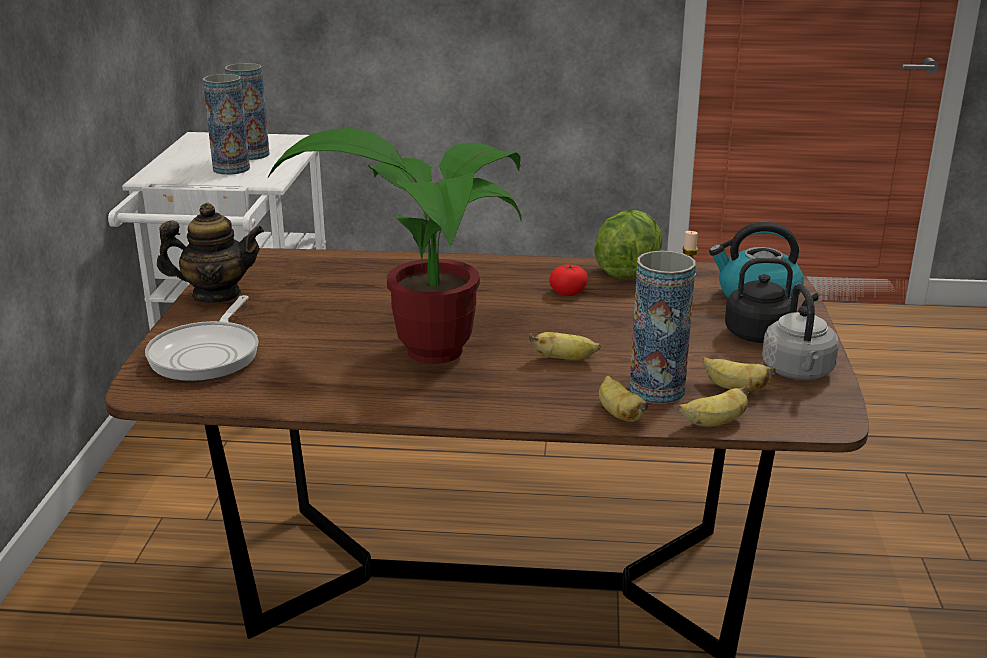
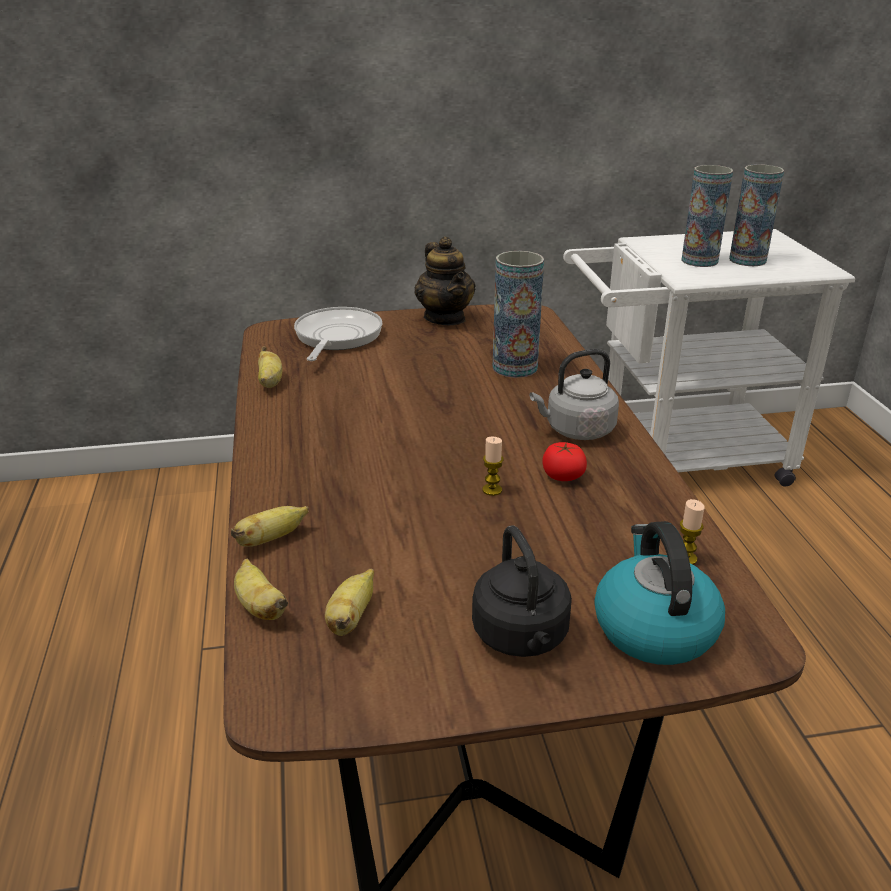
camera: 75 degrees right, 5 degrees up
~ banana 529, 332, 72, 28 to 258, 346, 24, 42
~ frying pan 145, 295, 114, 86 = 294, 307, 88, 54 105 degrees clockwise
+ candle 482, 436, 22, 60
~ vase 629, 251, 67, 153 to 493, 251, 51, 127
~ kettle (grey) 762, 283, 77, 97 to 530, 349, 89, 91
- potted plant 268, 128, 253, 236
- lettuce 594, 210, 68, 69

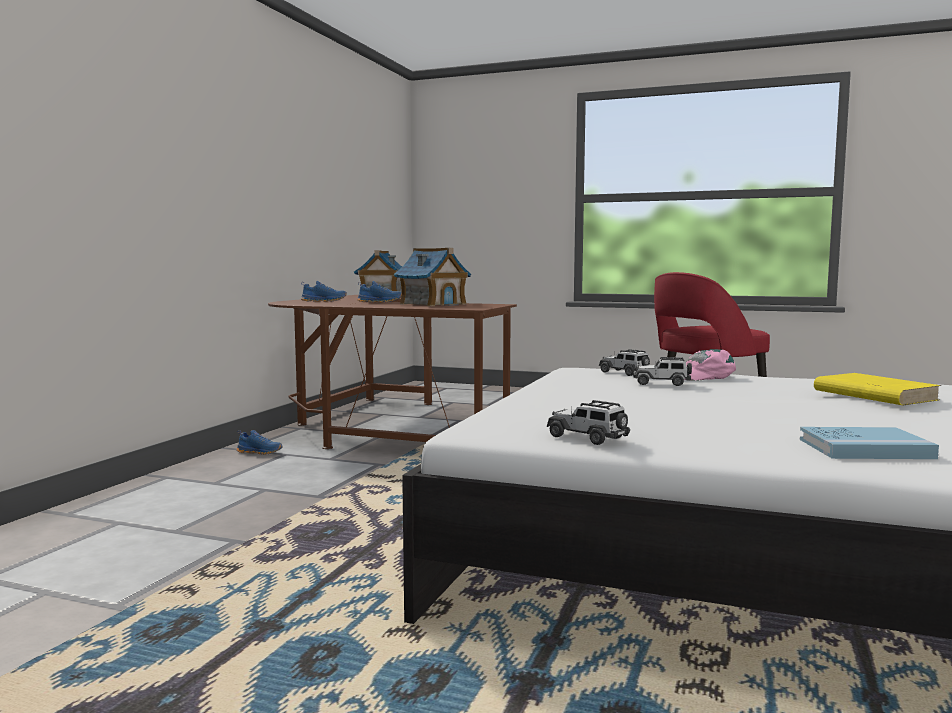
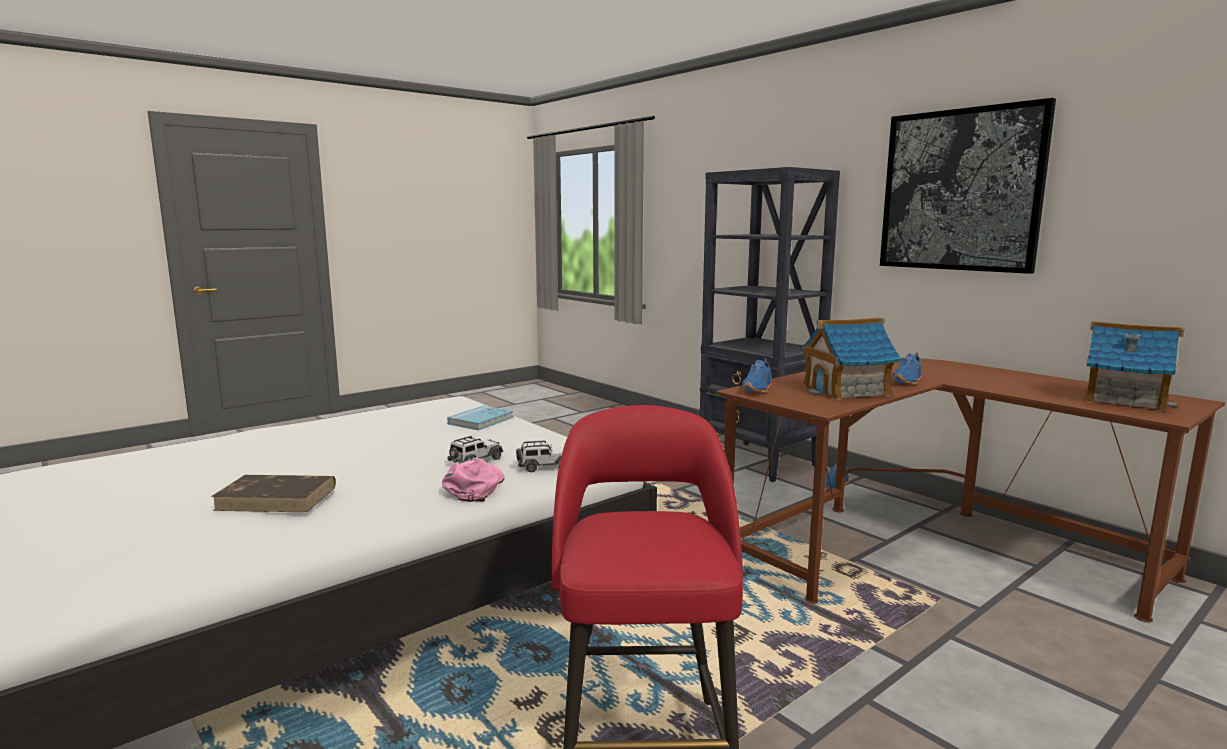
camera: 120 degrees right, 5 degrees up
~ book (yellow) 814, 373, 127, 32 to book (brown) 211, 475, 125, 37
~ book (blue) 800, 427, 139, 32 to 447, 405, 67, 25
+ bookcase (black) 700, 167, 140, 315
~ shoe (blue) 301, 281, 46, 21 to 741, 358, 31, 35
+ picture 880, 98, 176, 176
- toy car 547, 400, 83, 45

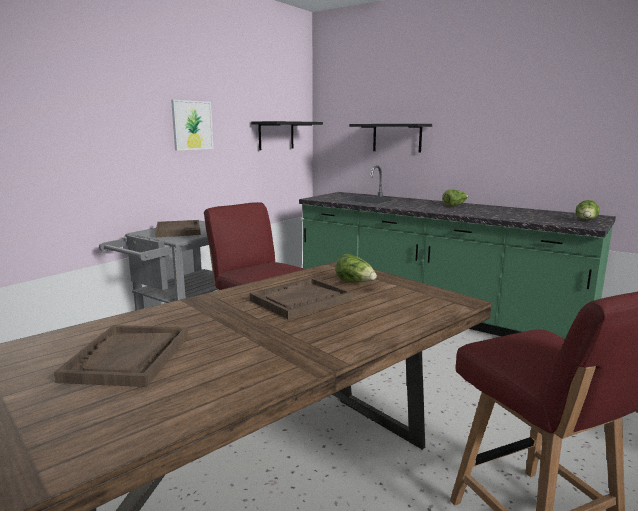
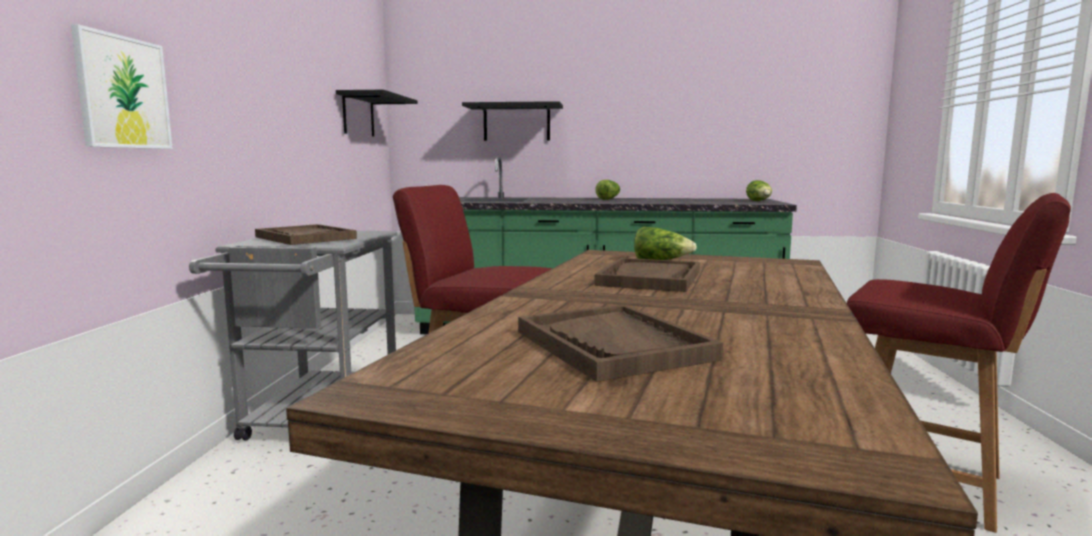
camera: 30 degrees left, 5 degrees down
~ picture 171, 100, 42, 51 to 71, 24, 102, 125

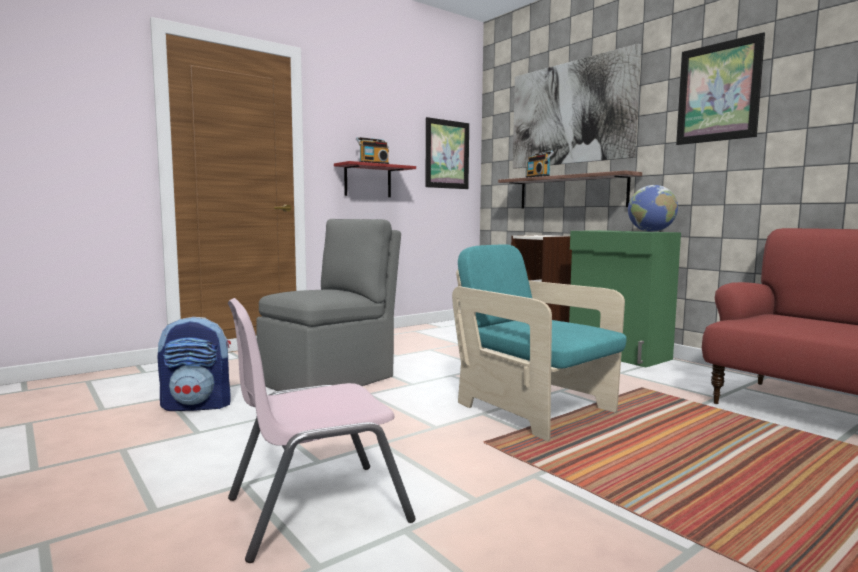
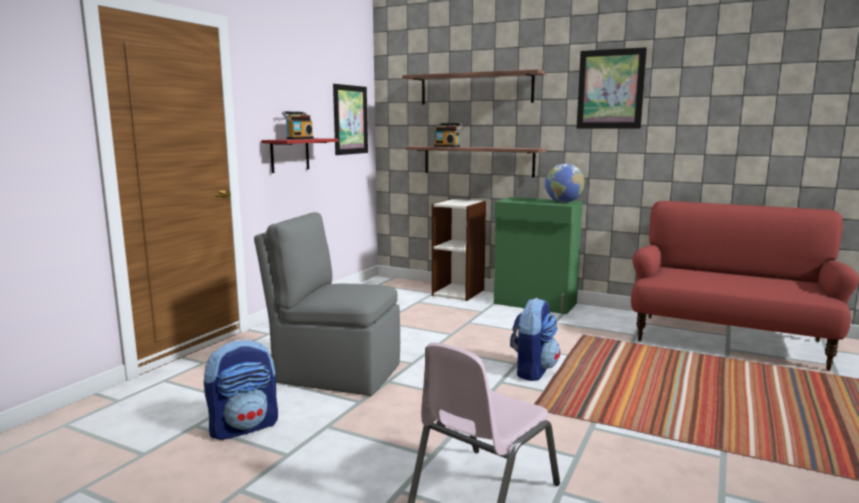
camera: 25 degrees left, 5 degrees up
~ chair (grey) 256, 219, 145, 172 = 254, 212, 146, 184 90 degrees counterclockwise
~ picture 513, 43, 128, 126 to shelf 402, 69, 144, 36
~ armchair (turquoise) 452, 244, 175, 197 to backpack 510, 297, 50, 84

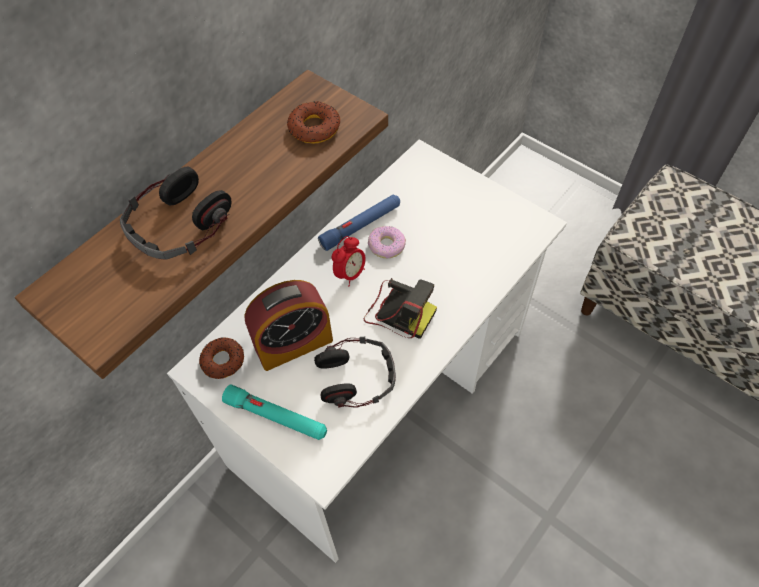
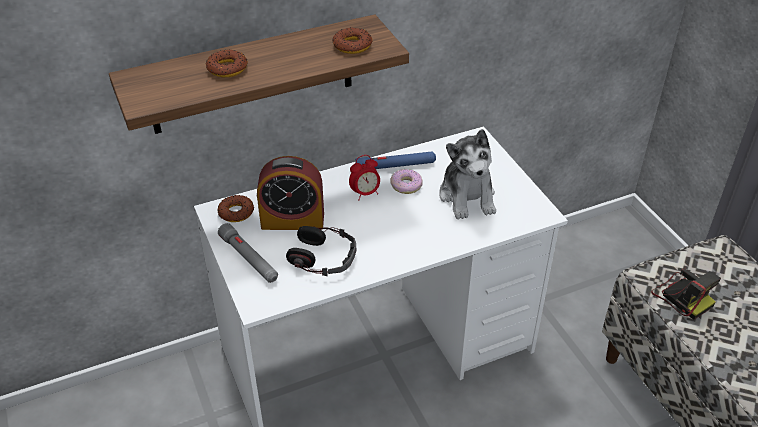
camera: 25 degrees right, 15 degrees down
~ headphones 120, 166, 112, 94 to donut 206, 49, 42, 28
~ flashlight (turquoise) 222, 385, 105, 55 to flashlight (grey) 218, 223, 60, 60
+ plush toy 439, 129, 57, 90
~ photo camera 364, 278, 73, 61 to 651, 267, 70, 53

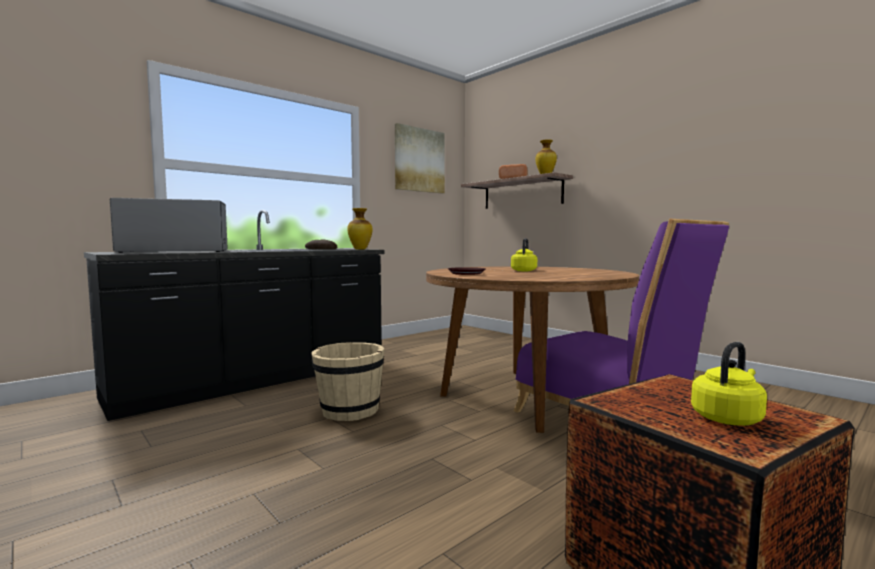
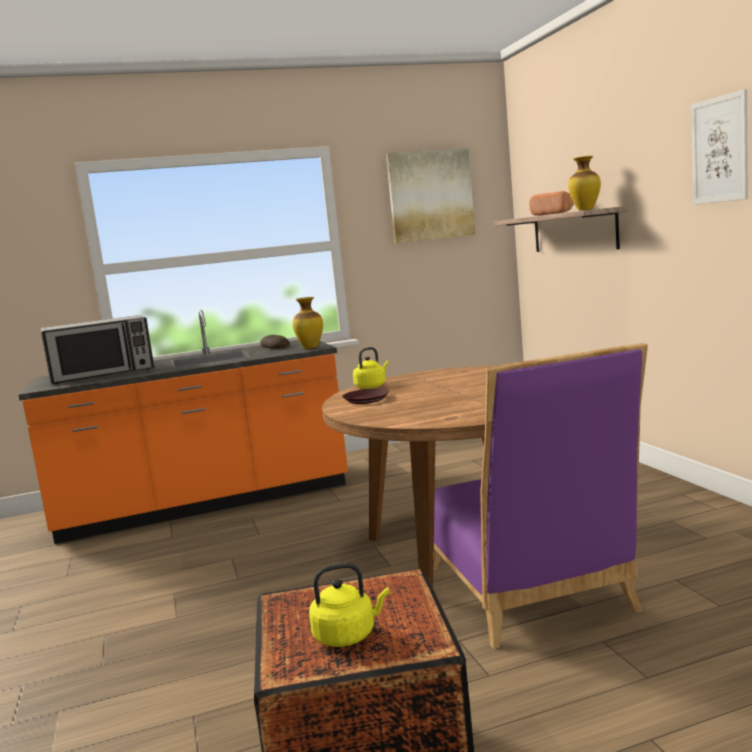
camera: 25 degrees right, 5 degrees up
~ counter (black) 84, 210, 301, 211 to counter (orange) 19, 310, 329, 234
~ microwave 110, 198, 118, 55 = 41, 315, 113, 69 150 degrees clockwise
~ kettle (yellow) 511, 238, 26, 33 to 353, 347, 36, 42
+ picture 691, 89, 57, 116
- bucket (beige) 311, 342, 74, 79

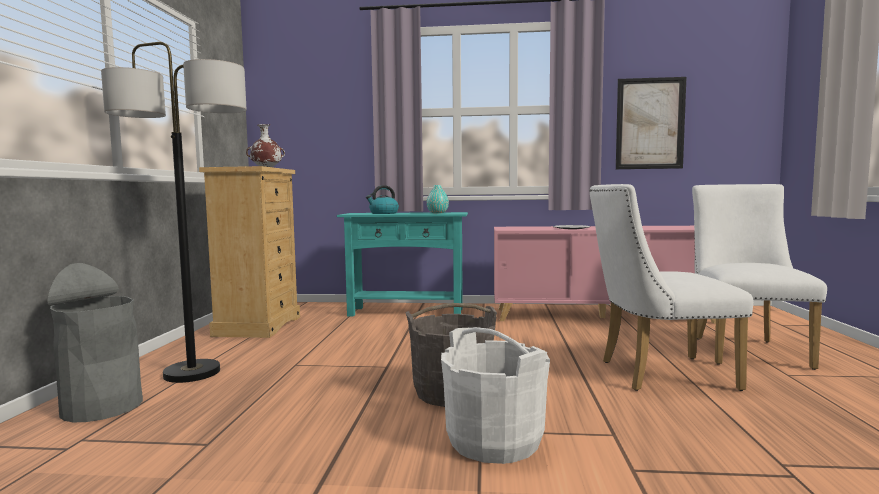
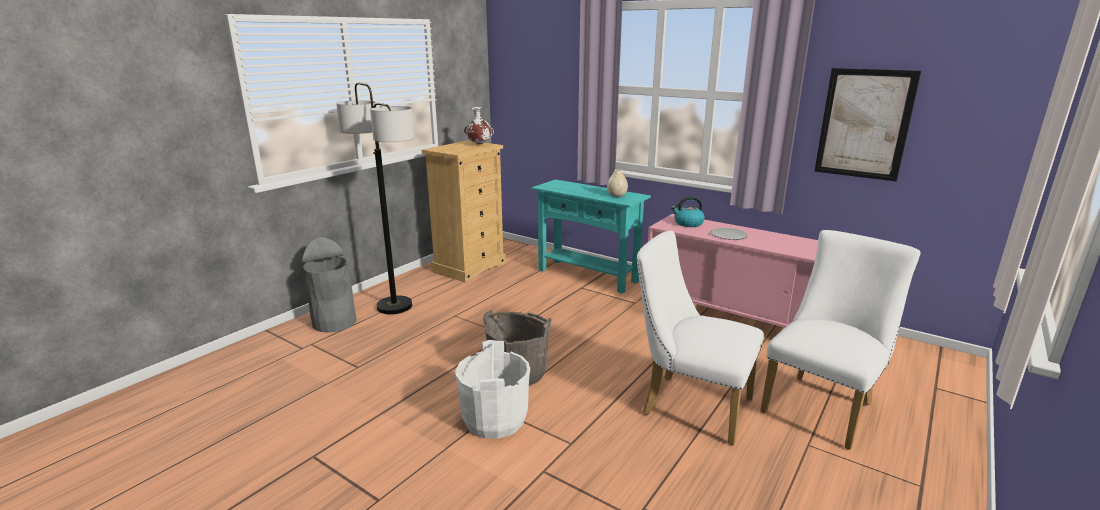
camera: 30 degrees right, 15 degrees up
~ vase (turquoise) 427, 185, 22, 28 to vase (beige) 607, 169, 21, 28
~ kettle 366, 185, 33, 29 to 671, 196, 34, 31

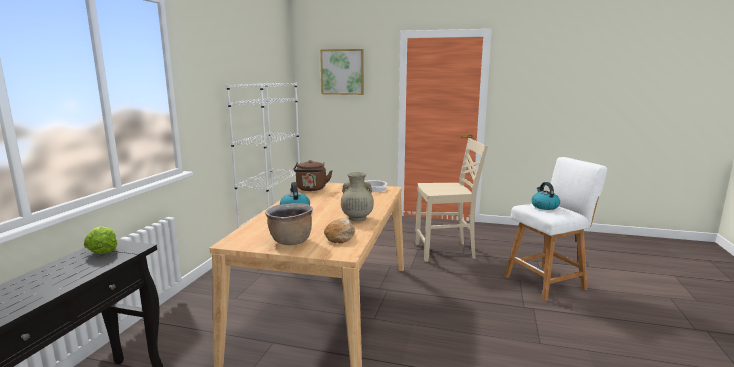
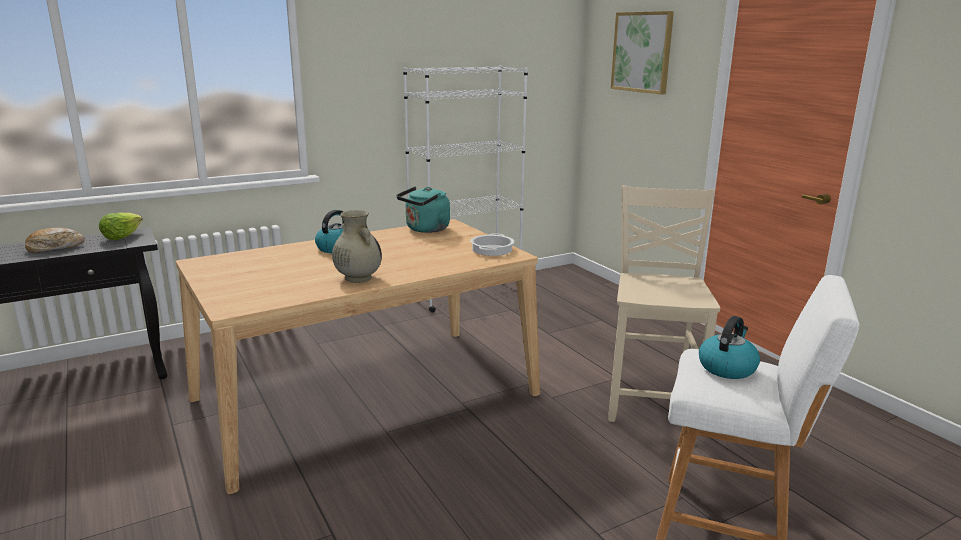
camera: 45 degrees right, 5 degrees up
~ bread 324, 218, 31, 25 to 25, 228, 60, 25
~ kettle (brown) 293, 160, 40, 31 to kettle (turquoise) 396, 186, 54, 47
~ chair (beige) 415, 138, 73, 124 = 608, 185, 112, 237 120 degrees counterclockwise
- cooking pot (brown) 265, 203, 48, 42

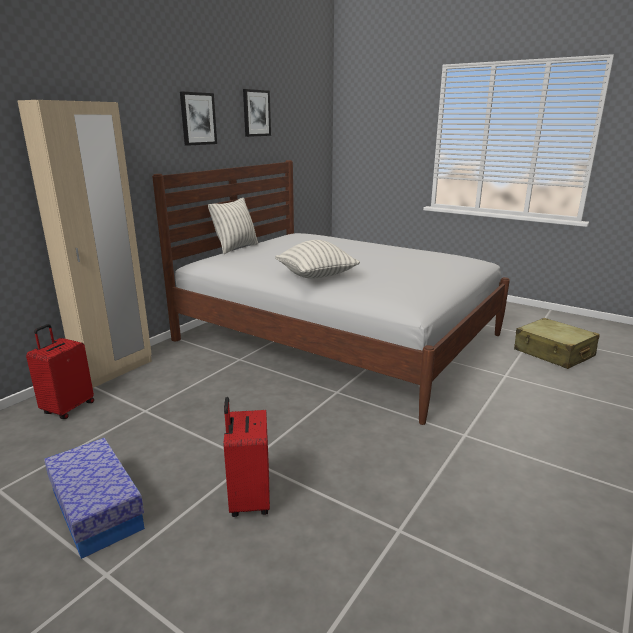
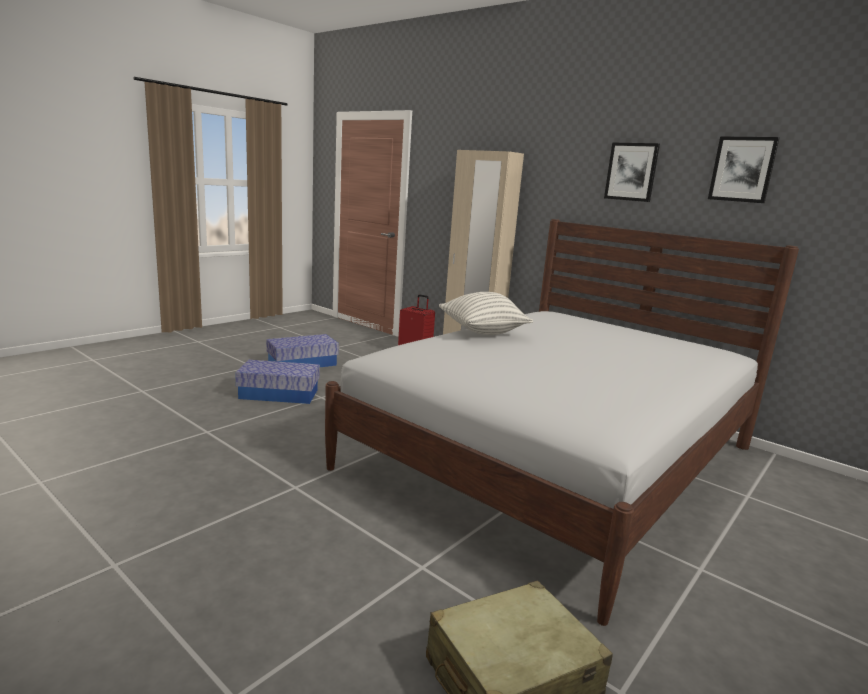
camera: 95 degrees right, 5 degrees down
~ suitcase (red) 224, 397, 46, 120 to storage box 235, 360, 85, 44
- pillow 208, 198, 50, 56

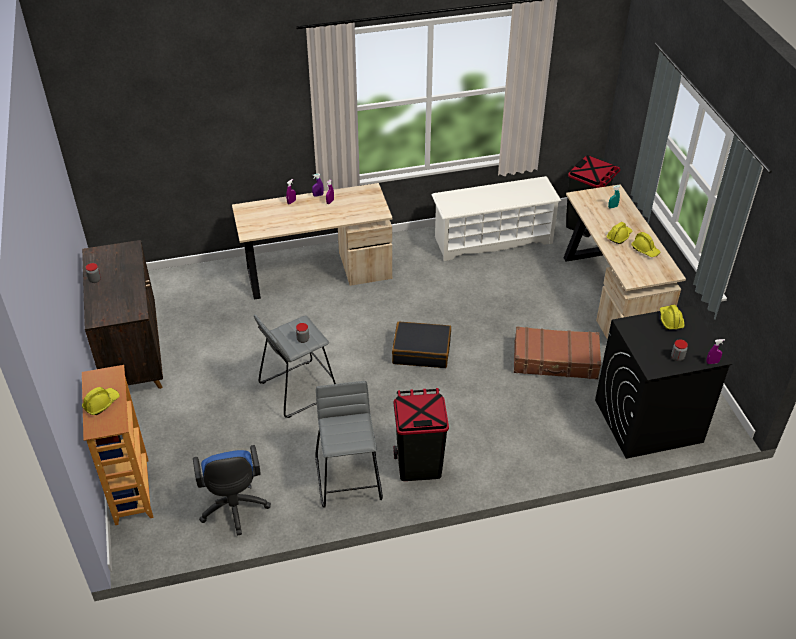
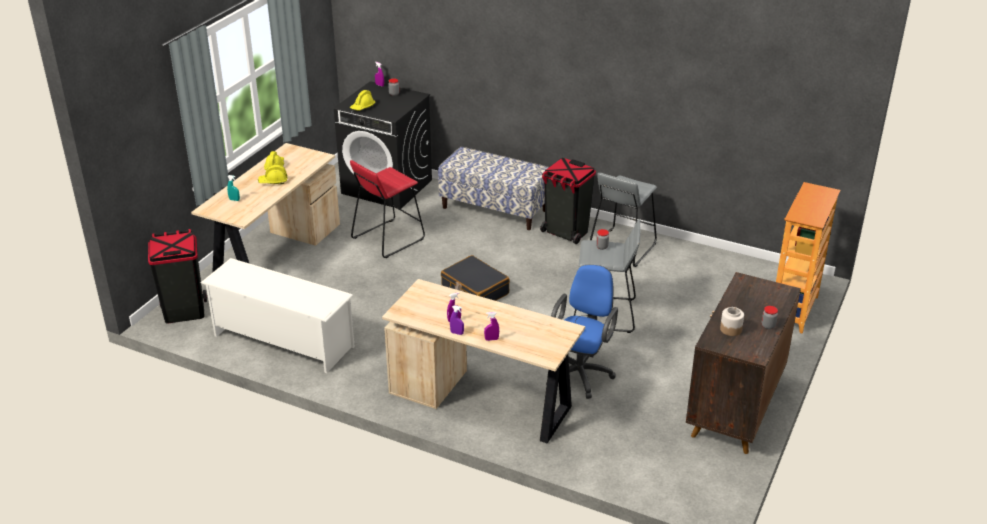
camera: 140 degrees left, 10 degrees down
~ suitcase (brown) 514, 326, 87, 53 to stool (red) 350, 160, 75, 98
+ bench 438, 147, 111, 83
~ office chair (blue) 193, 445, 78, 90 to 546, 265, 72, 134
+ jar 720, 307, 24, 29
- hard hat (yellow) 82, 387, 38, 28

